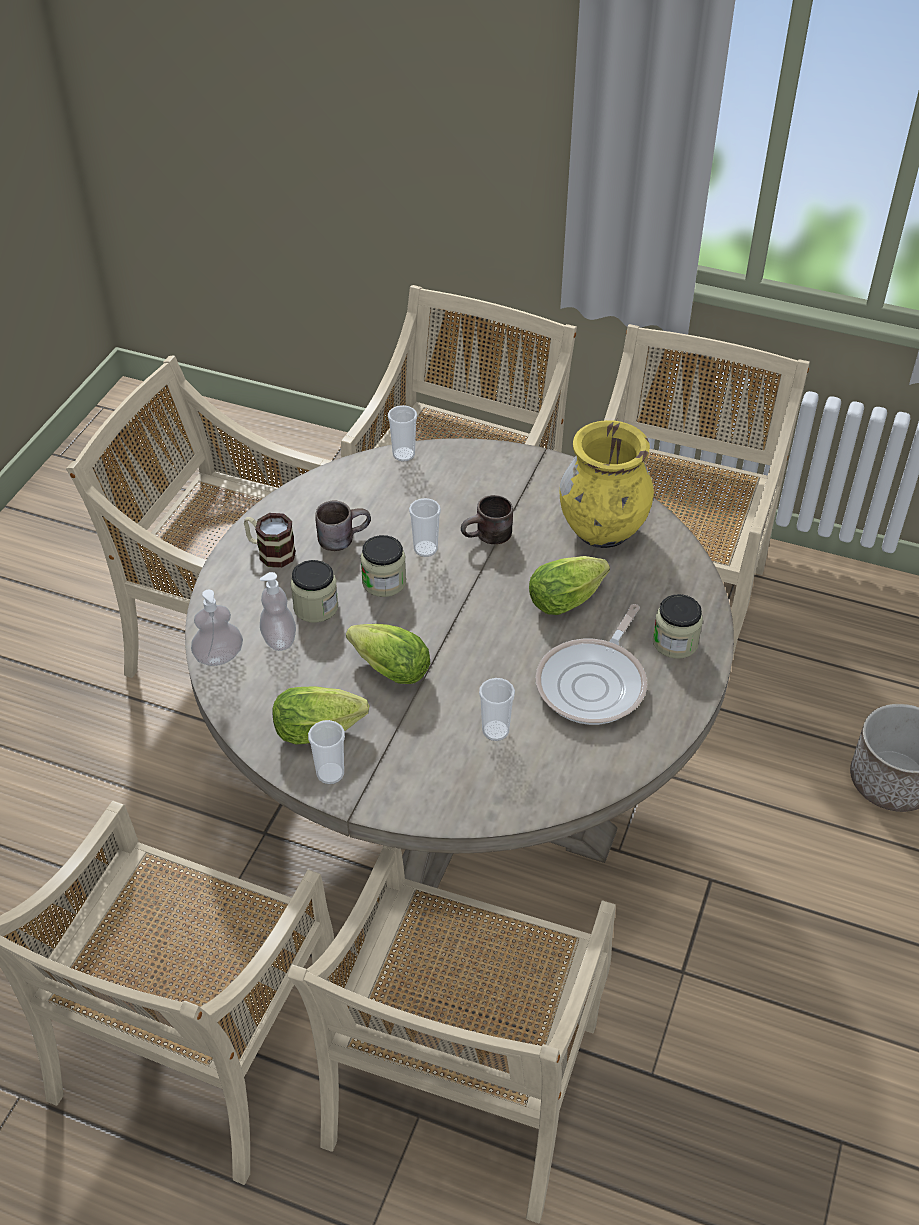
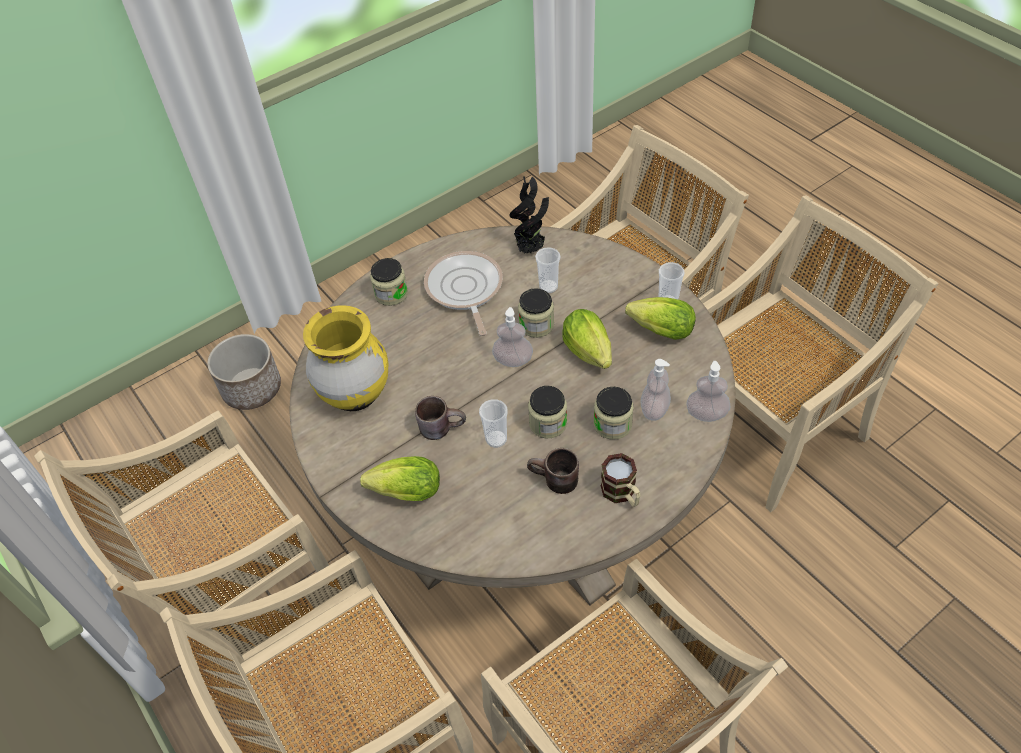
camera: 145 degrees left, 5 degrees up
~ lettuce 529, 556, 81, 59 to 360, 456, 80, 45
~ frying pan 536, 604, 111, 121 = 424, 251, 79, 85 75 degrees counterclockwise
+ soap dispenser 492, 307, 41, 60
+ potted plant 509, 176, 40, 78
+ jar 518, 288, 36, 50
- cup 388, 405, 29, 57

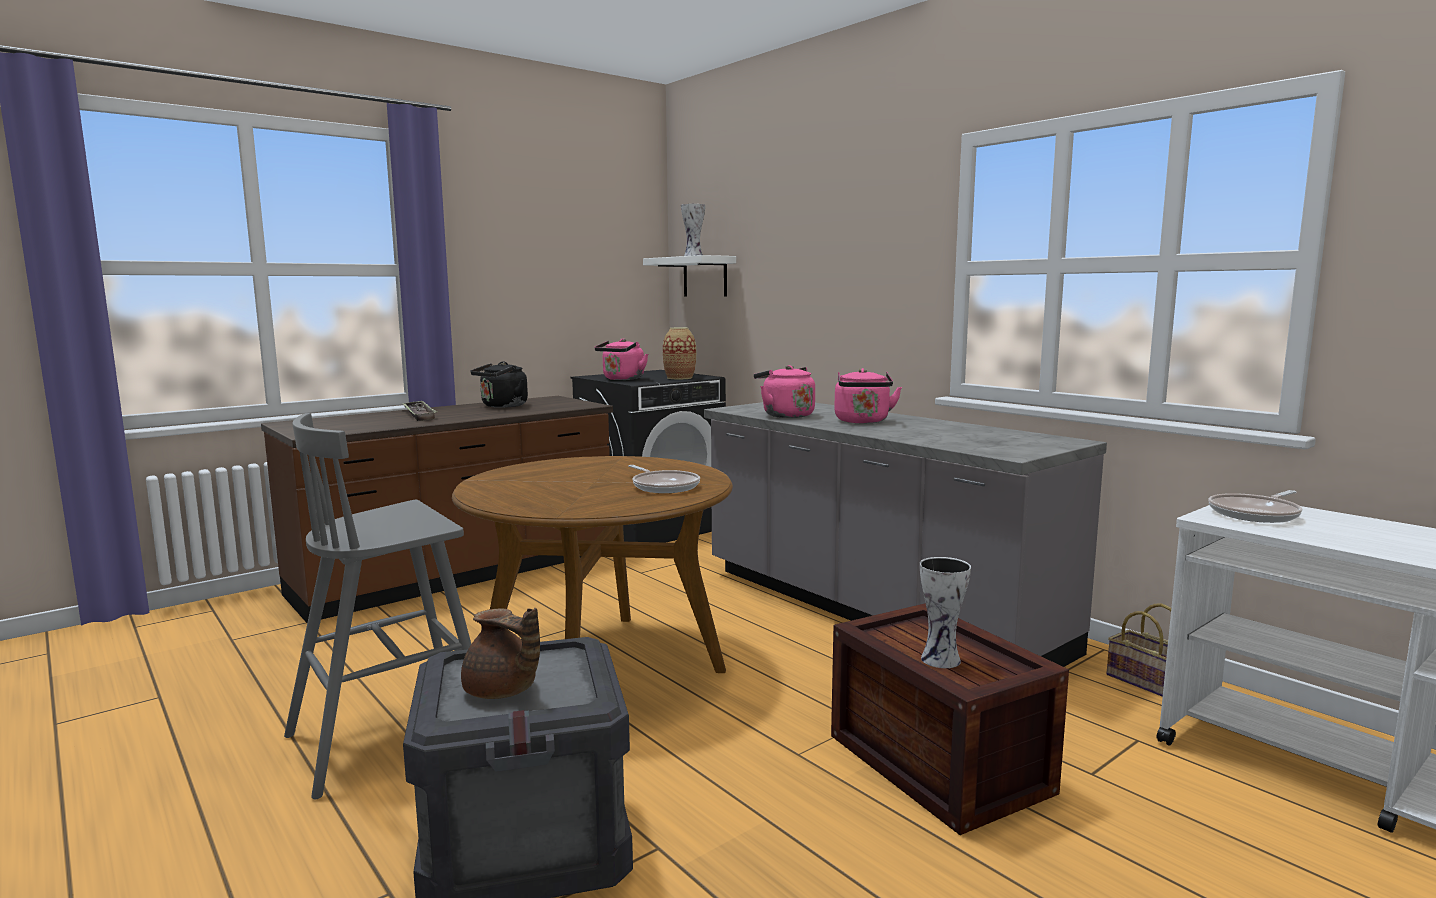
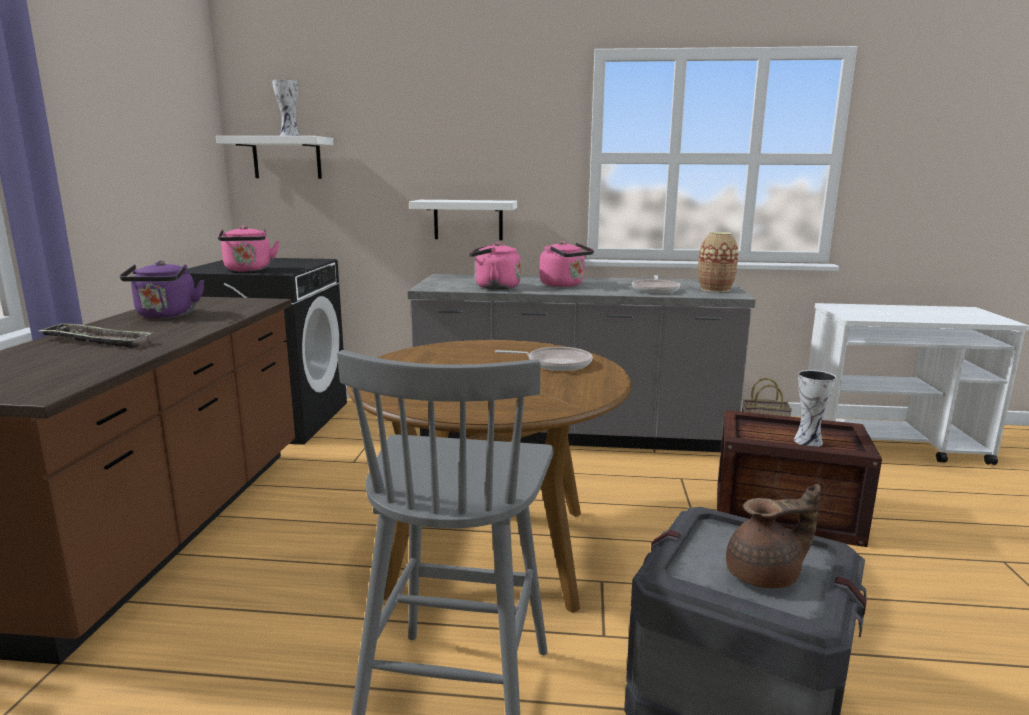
camera: 45 degrees left, 5 degrees up
~ kettle (black) 471, 361, 57, 47 to kettle (purple) 120, 261, 85, 57
+ shelf (white) 409, 200, 108, 40
~ frying pan 1208, 490, 94, 33 to 632, 275, 48, 19
~ vase 663, 327, 33, 52 to 698, 232, 40, 60

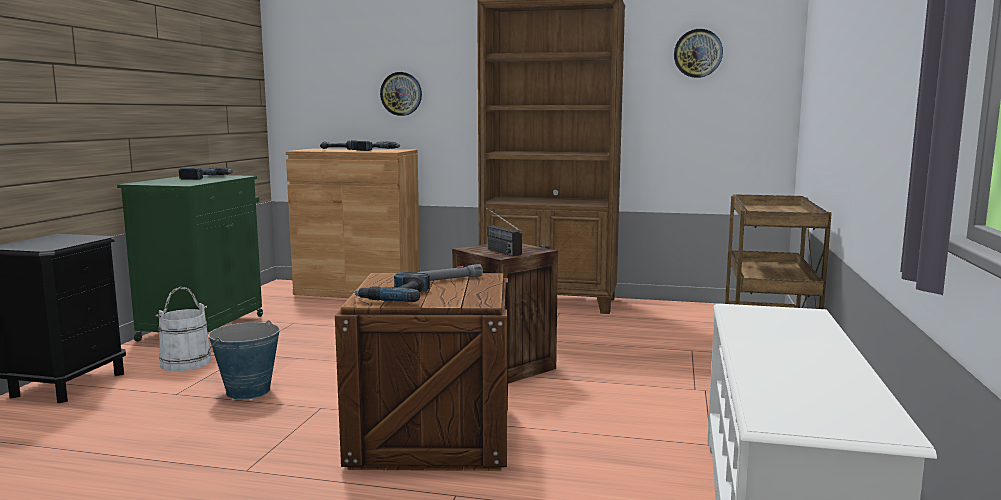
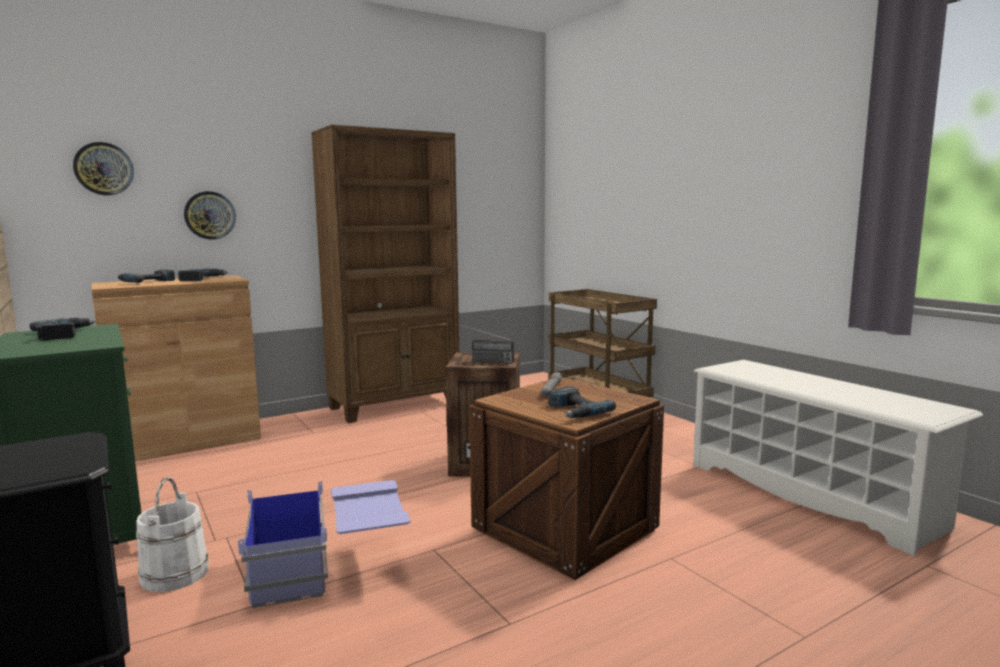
camera: 45 degrees left, 0 degrees up
~ wall clock 674, 29, 49, 49 to 73, 142, 61, 53
~ bucket 208, 320, 72, 80 to storage box (blue) 238, 480, 172, 128

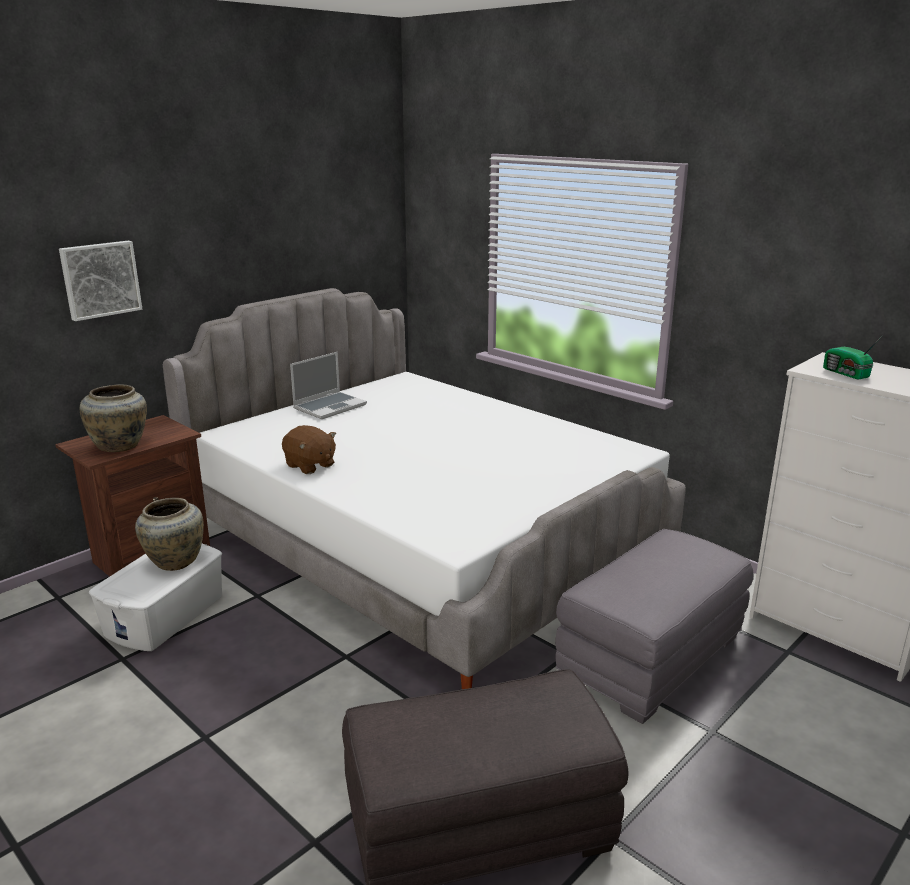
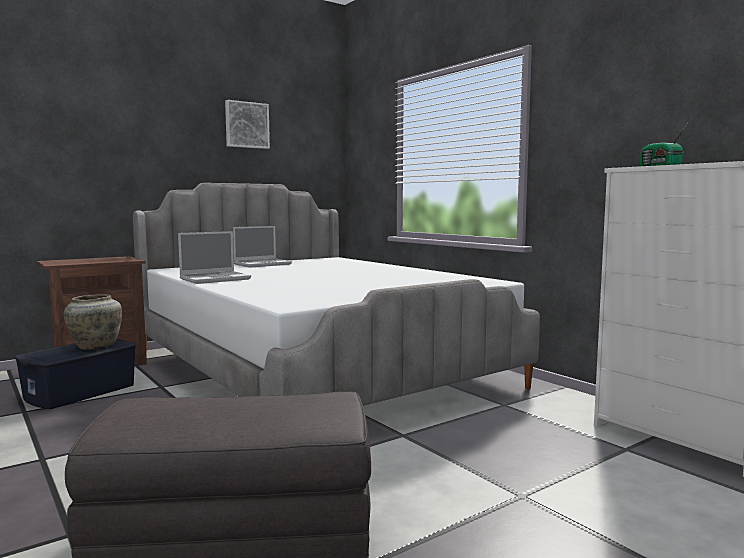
camera: 10 degrees right, 15 degrees down
~ storage box (white) 89, 544, 133, 107 to storage box (blue) 15, 339, 121, 70
~ plush toy (brown) 282, 425, 54, 49 to laptop 178, 231, 73, 53
~ picture 59, 240, 83, 81 to 225, 100, 45, 49
- vase (beige) 80, 384, 67, 68
- ottoman (grey) 555, 529, 198, 195

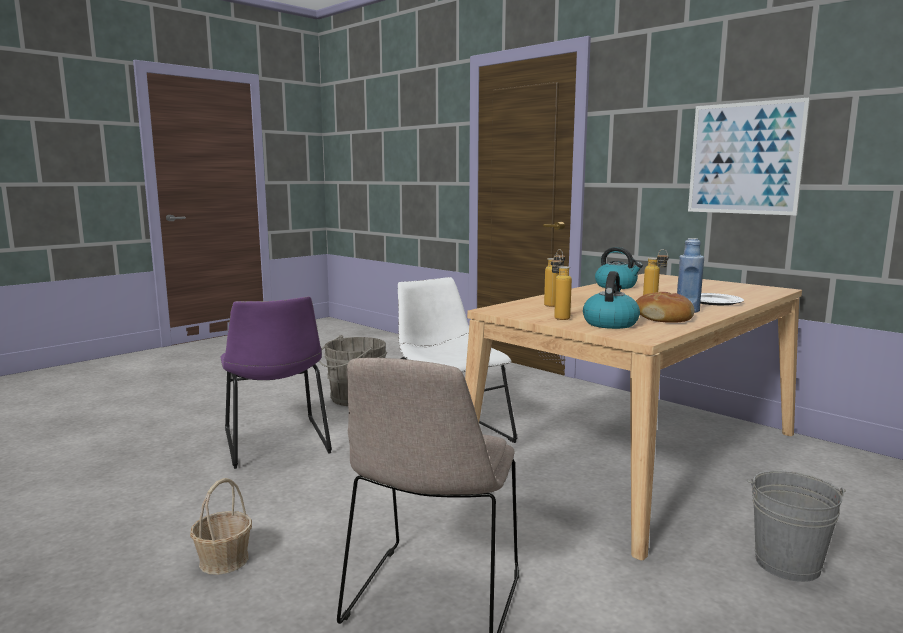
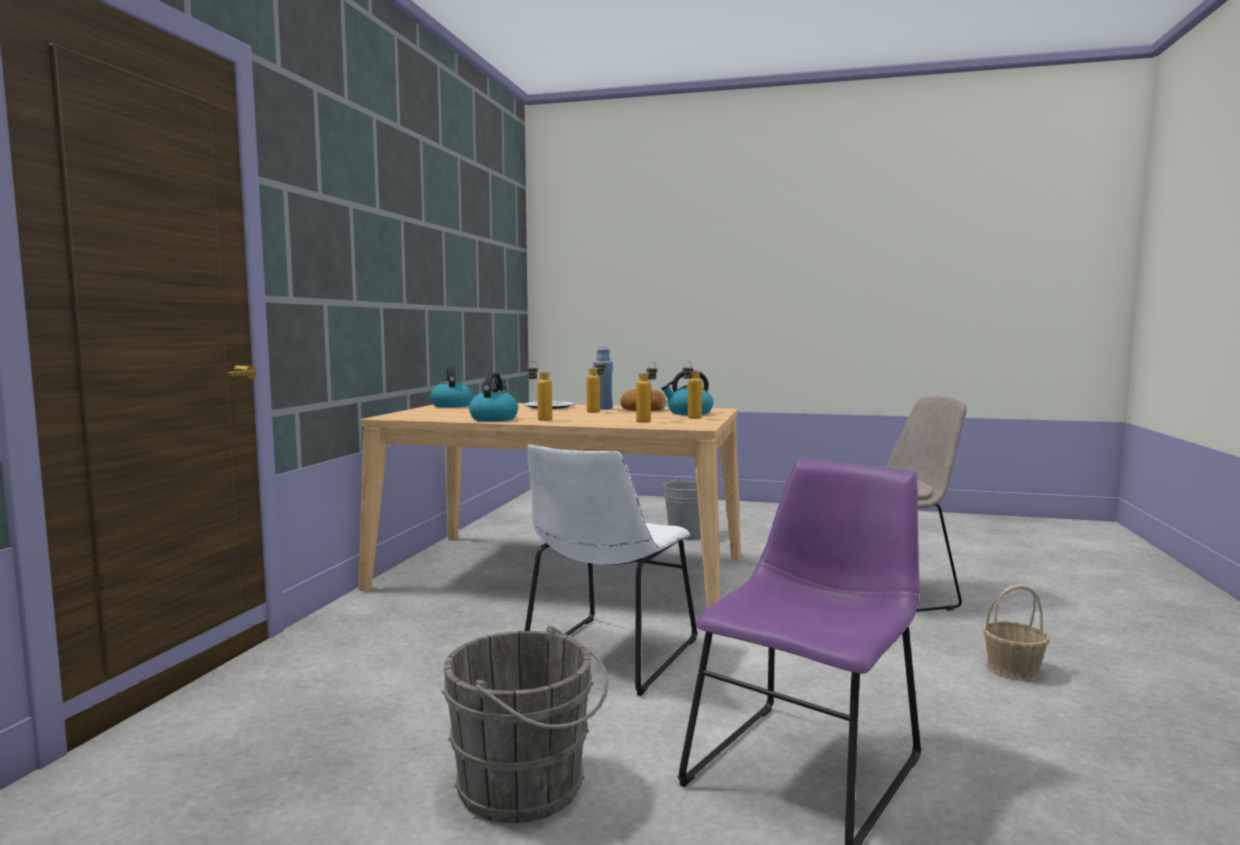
camera: 120 degrees left, 5 degrees down
+ kettle 430, 366, 43, 42
+ bottle 527, 361, 25, 60
- picture 688, 98, 122, 117

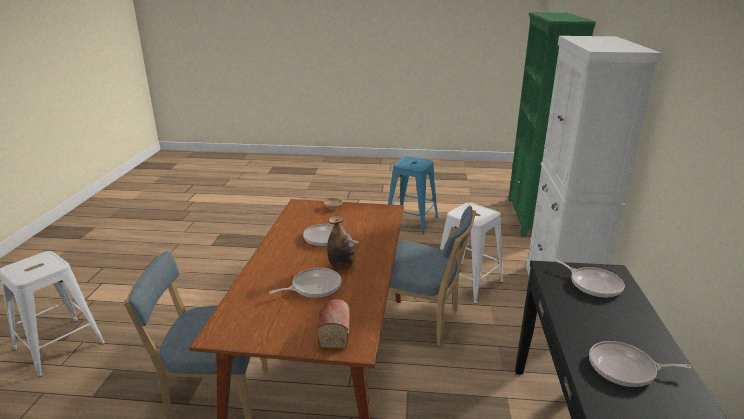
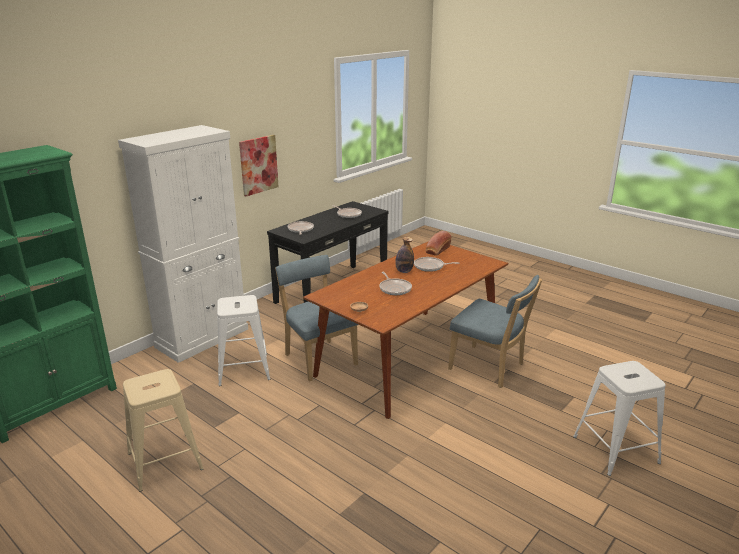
camera: 145 degrees left, 0 degrees up
~ stool (blue) 388, 157, 50, 77 to stool (beige) 123, 369, 81, 123
+ picture 239, 135, 40, 62

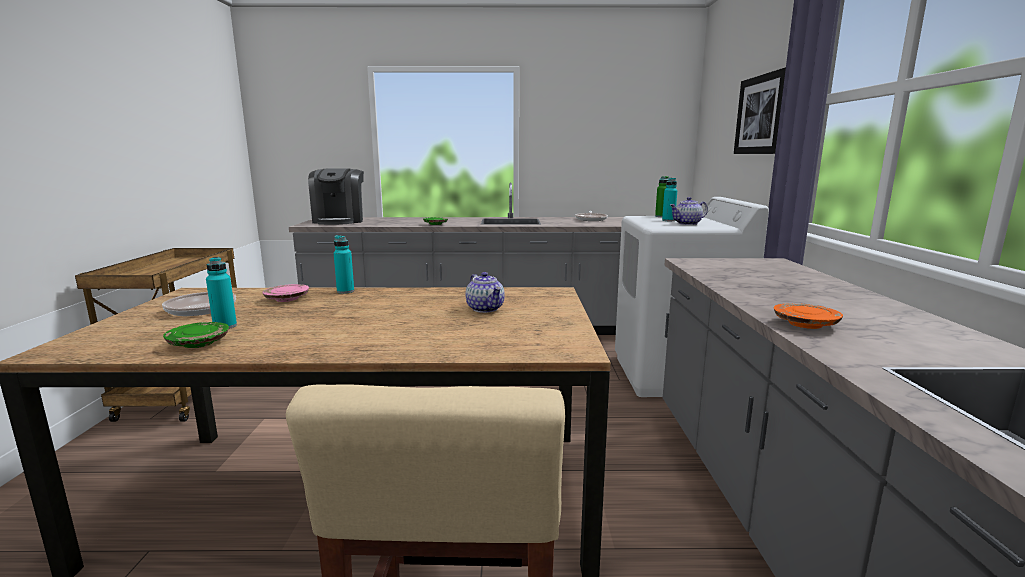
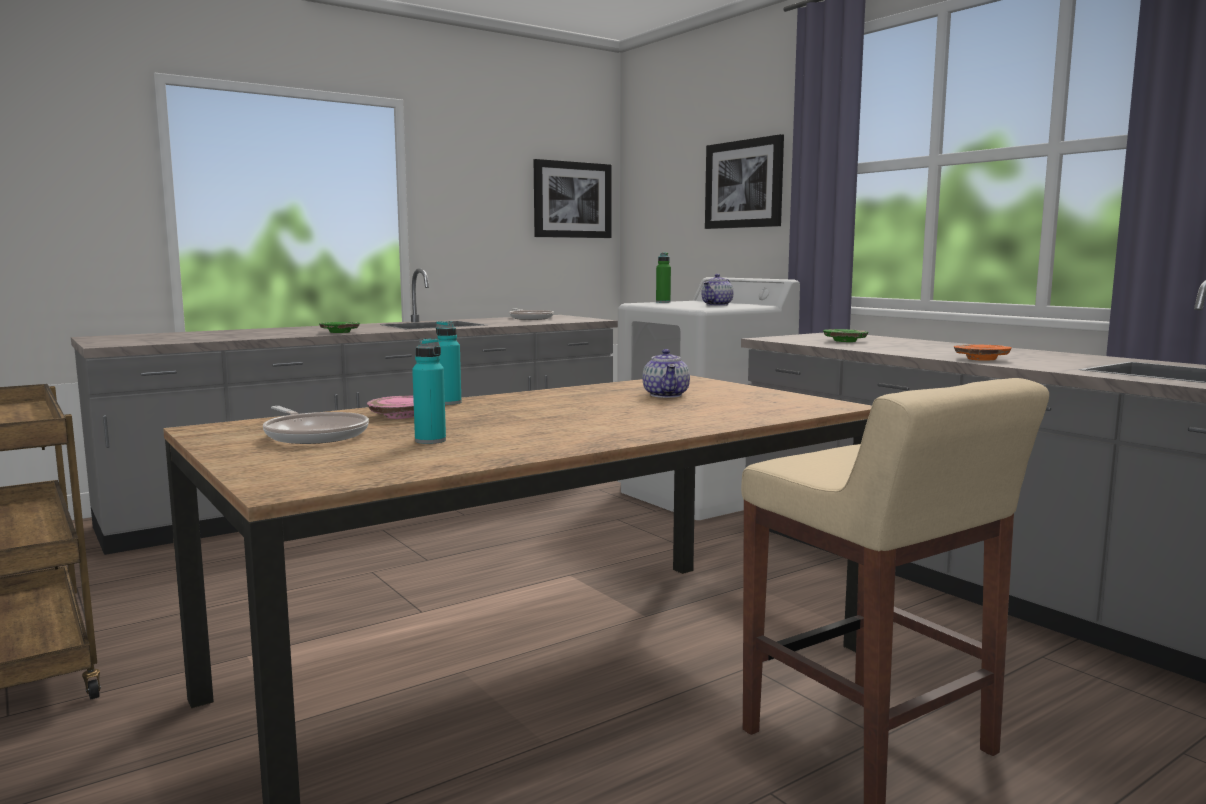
camera: 35 degrees left, 5 degrees down
+ picture 534, 159, 78, 79
~ teapot 466, 272, 39, 41 = 642, 349, 48, 49 60 degrees clockwise
~ plate (green) 163, 322, 66, 26 to 823, 329, 45, 13
- coffee machine 308, 168, 56, 57
- bottle (turquoise) 662, 178, 15, 43

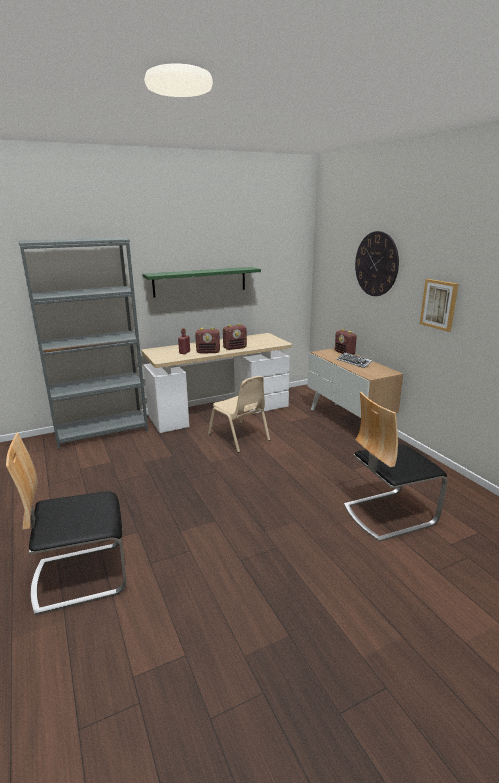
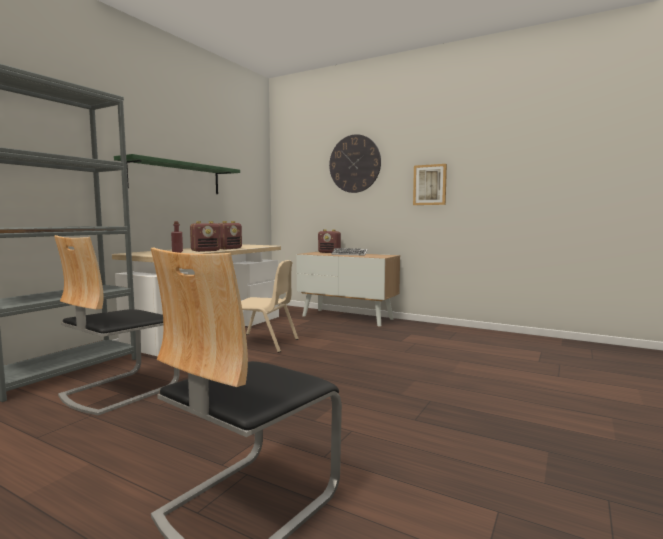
camera: 35 degrees left, 15 degrees down
~ chair 344, 392, 103, 150 to 54, 235, 126, 180

